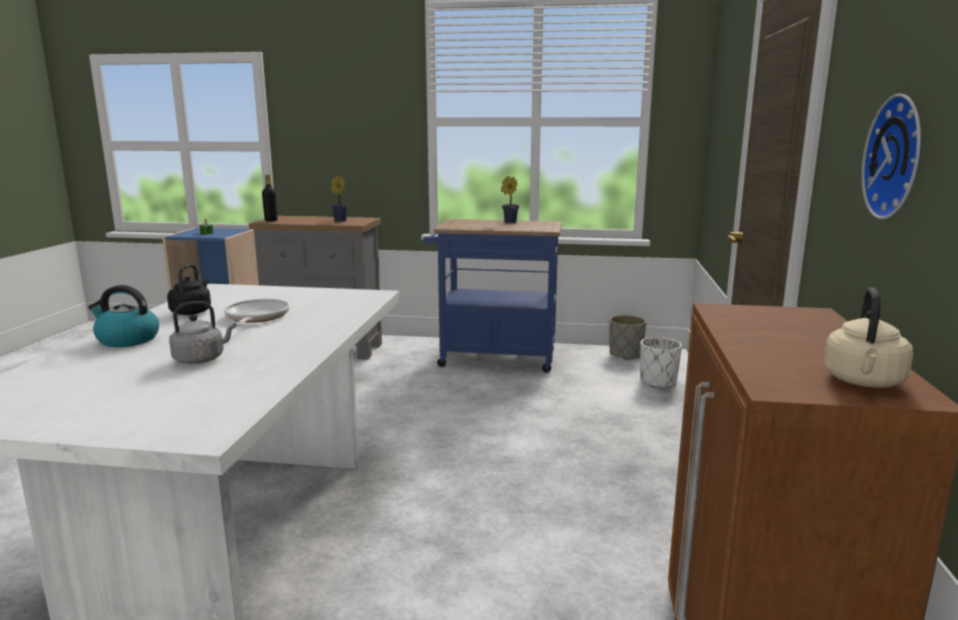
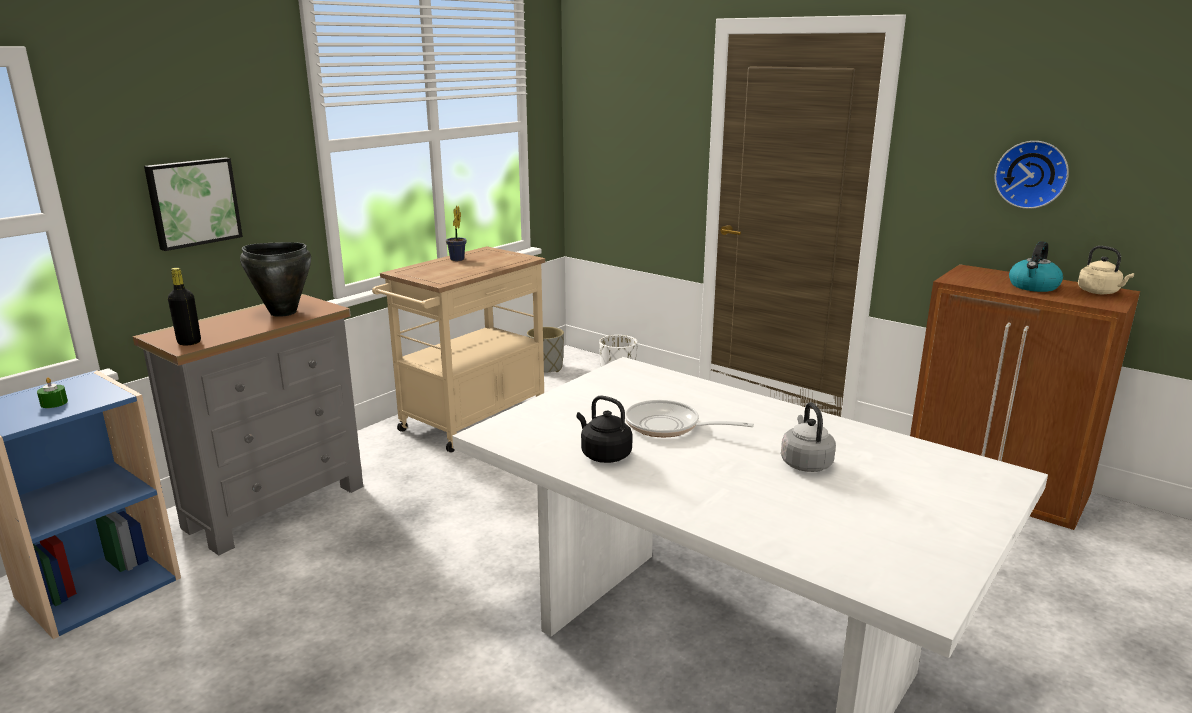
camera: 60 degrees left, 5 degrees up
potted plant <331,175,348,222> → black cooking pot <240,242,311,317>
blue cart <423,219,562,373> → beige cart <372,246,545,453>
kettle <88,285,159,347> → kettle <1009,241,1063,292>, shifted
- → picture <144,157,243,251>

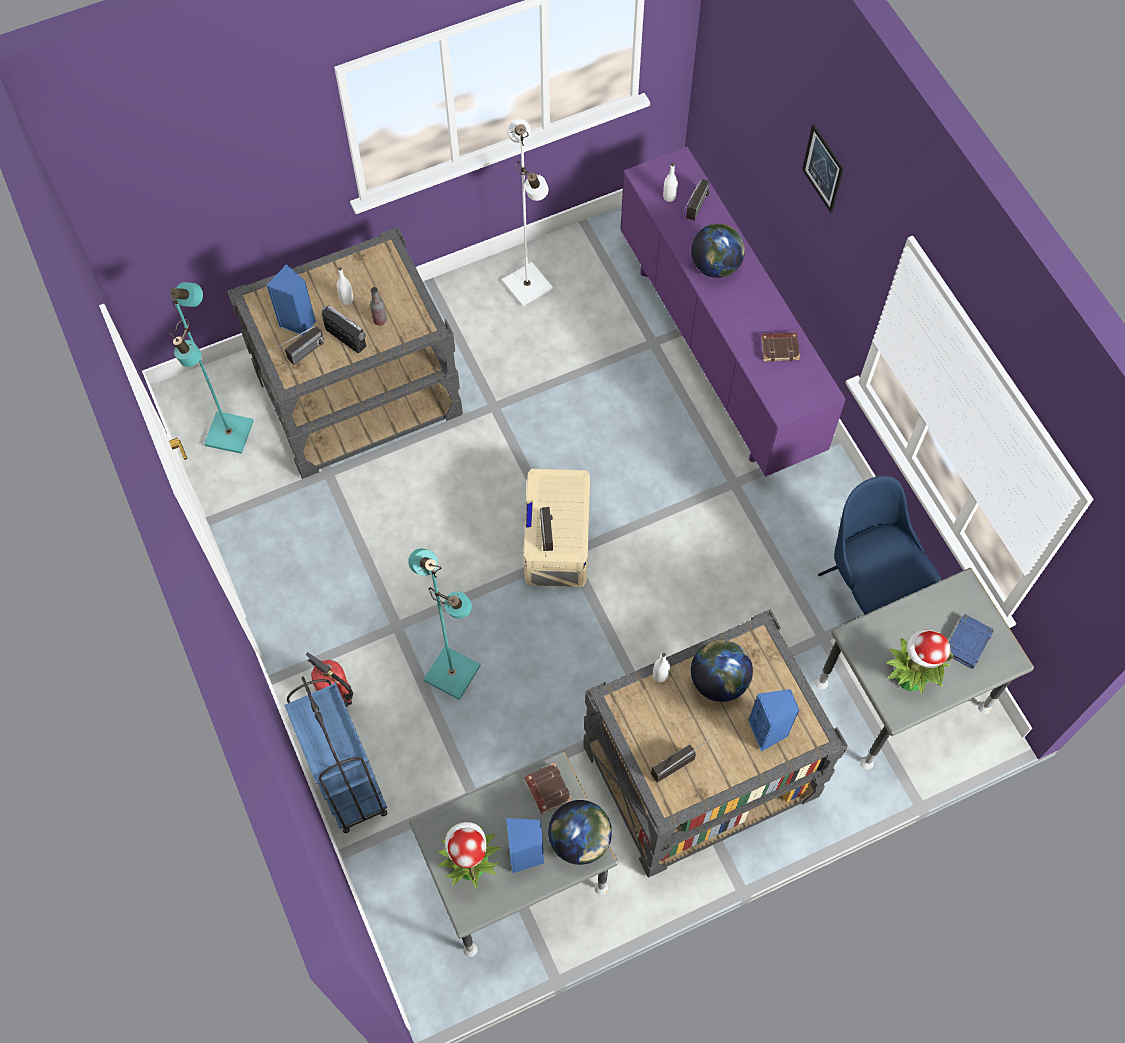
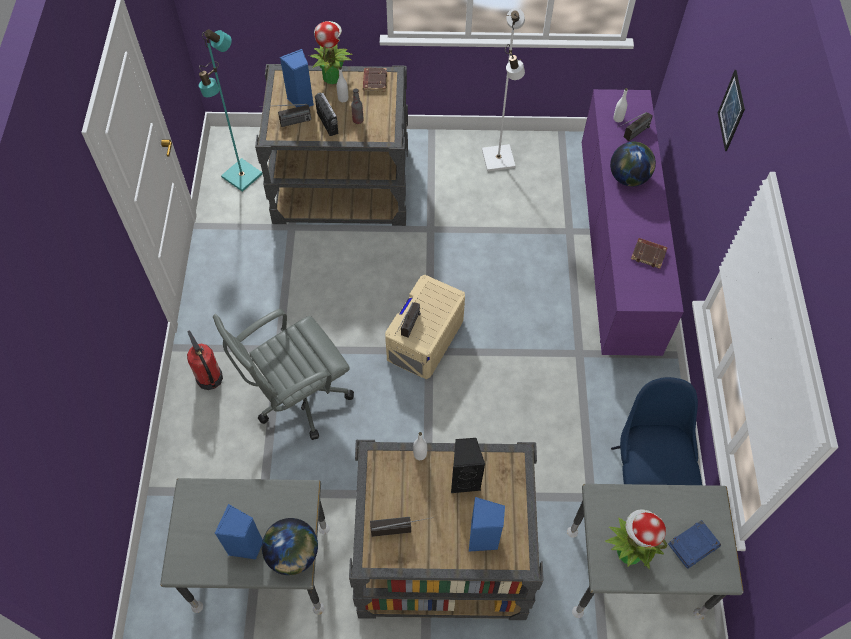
camera: 25 degrees right, 5 degrees down
turquoise floor lamp <408,548,481,700> → grey office chair <213,309,354,440>
globe <691,640,753,702> → black speaker <451,438,485,493>
blue cart <284,677,387,833> → -
brown book <524,763,572,814> → brown book <363,68,387,91>, shifted
potted plant <438,822,501,889> → potted plant <310,21,353,84>, shifted

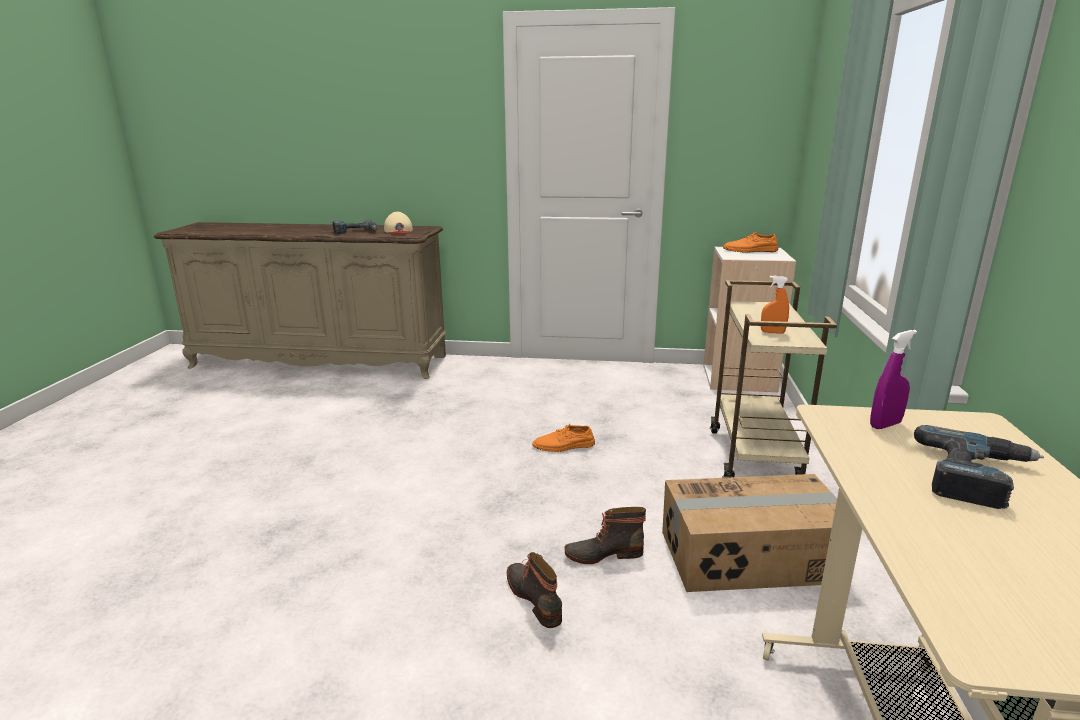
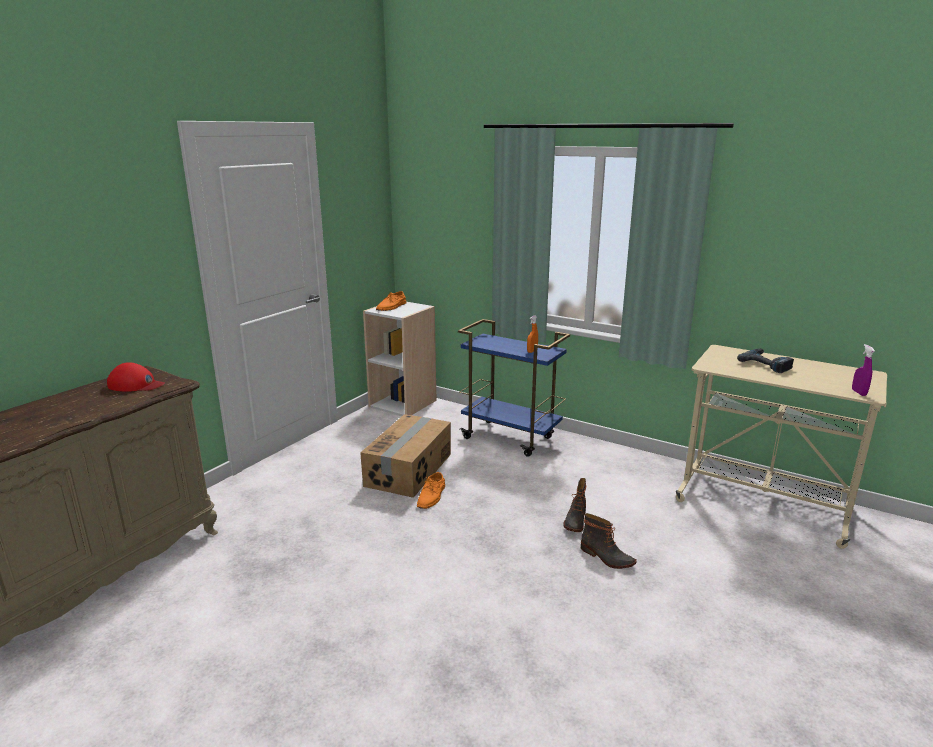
camera: 65 degrees left, 0 degrees up
beige cap <384,212,413,234> → red cap <107,362,165,392>
power drill <333,220,377,234> → -
beige cart <709,280,837,478> → blue cart <458,319,570,457>
purple spray bottle <870,330,917,429> → purple spray bottle <852,344,875,396>, shifted
cardboard box <662,474,837,592> → cardboard box <360,414,451,498>, shifted
boot <507,552,562,628> → boot <581,513,637,569>, 135 degrees counterclockwise

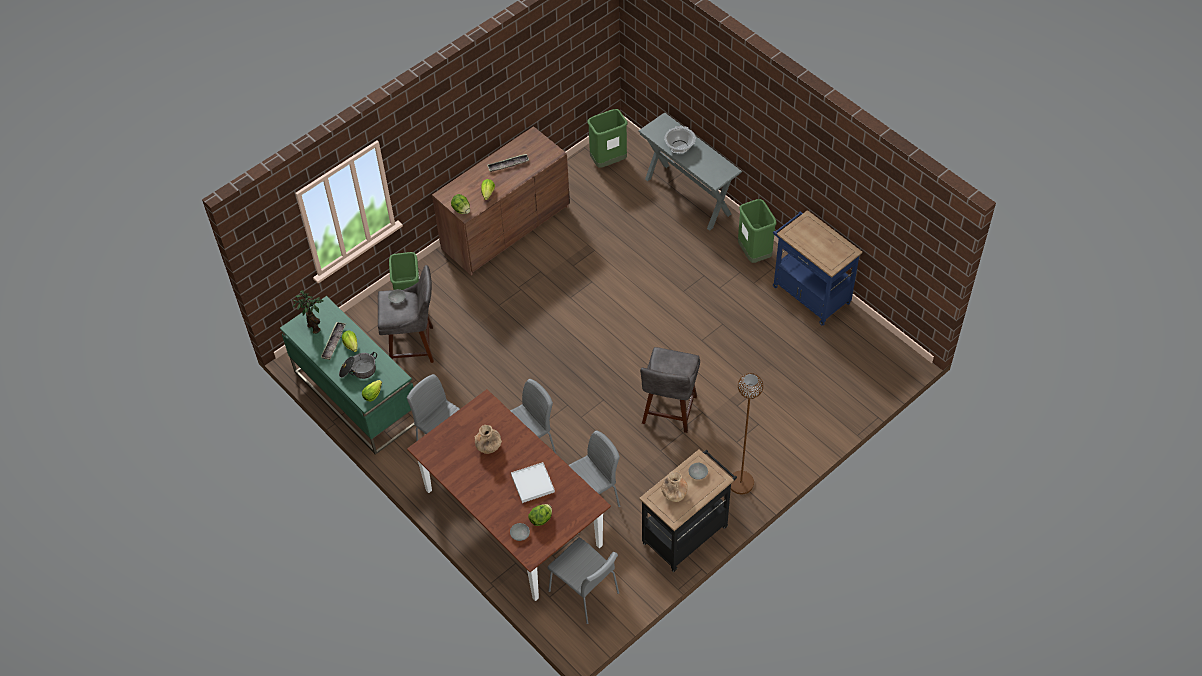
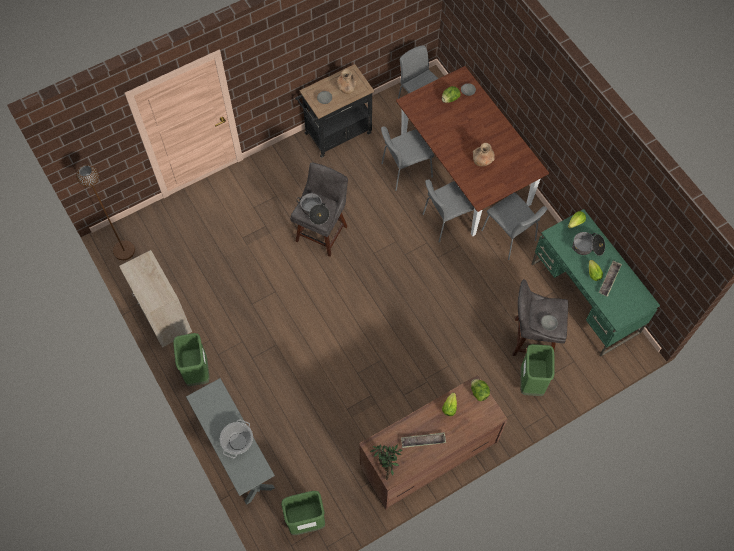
camera: 170 degrees left, 10 degrees up
blue cart <773,210,863,326> → beige cabinet <119,250,192,348>
potted plant <292,290,323,334> → potted plant <370,444,402,480>, shifted
brown floor lamp <730,373,763,494> → brown floor lamp <76,165,135,260>, shifted
white tray <511,462,555,503> → -
- → cooking pot <297,193,329,225>

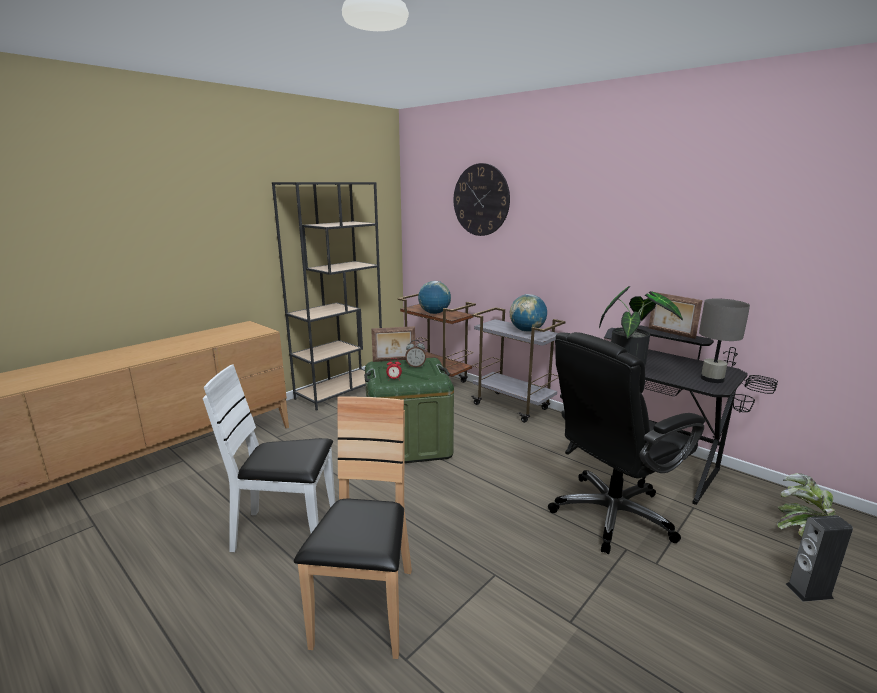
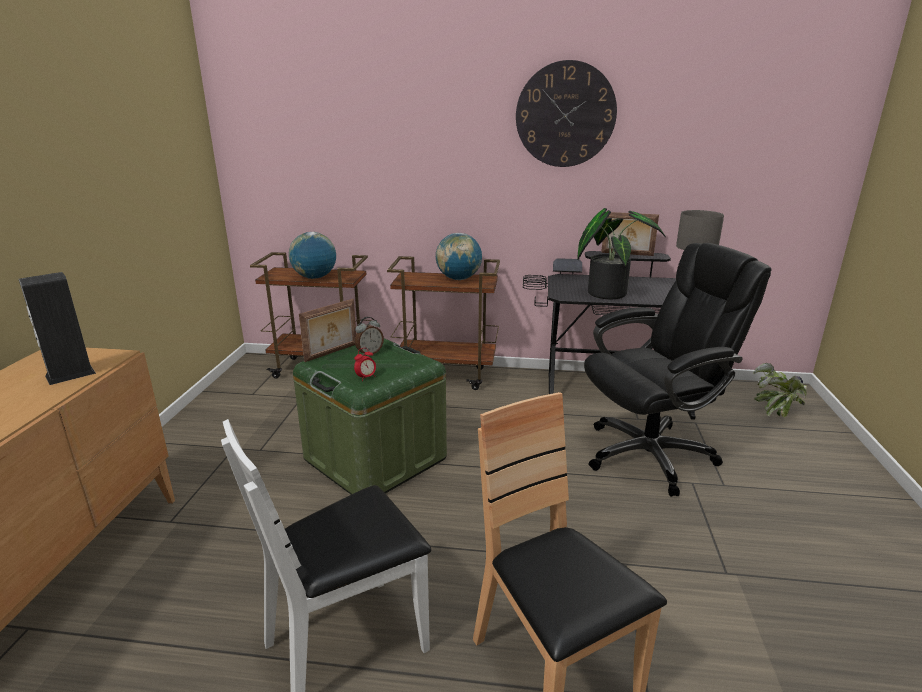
camera: 35 degrees left, 5 degrees up
wall clock <454,163,510,236> → wall clock <516,60,617,167>, shifted
bookcase <272,182,382,411> → -
grey cart <471,307,566,423> → brown cart <387,256,500,390>
black office chair <548,332,706,554> → black office chair <584,243,771,497>, 135 degrees counterclockwise
speaker <786,515,853,602> → speaker <19,272,96,385>, shifted

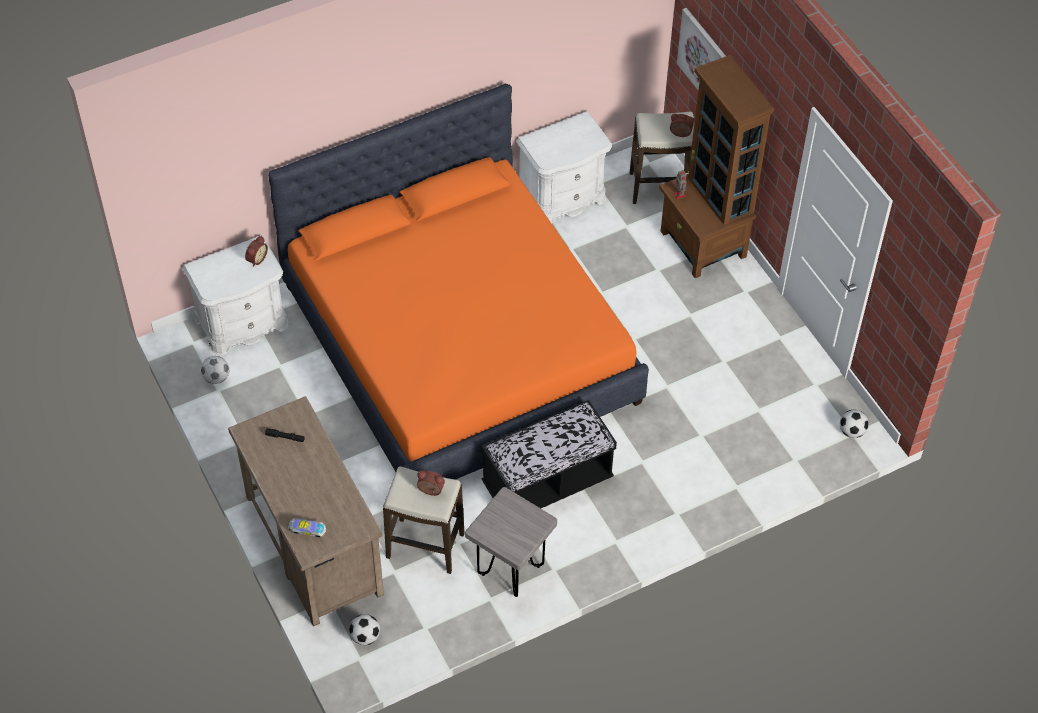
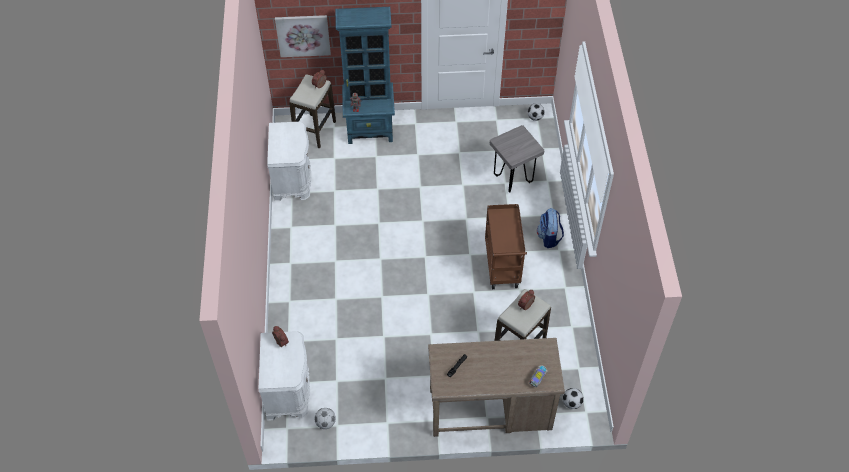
camera: 65 degrees left, 0 degrees up
brown cabinet <659,55,774,278> → blue cabinet <335,7,395,144>
orange bed <268,84,649,480> → -
black bench <481,400,617,508> → brown cart <485,204,527,289>
grey stool <465,487,557,597> → grey stool <490,125,544,193>, shifted
- → backpack <537,208,564,248>

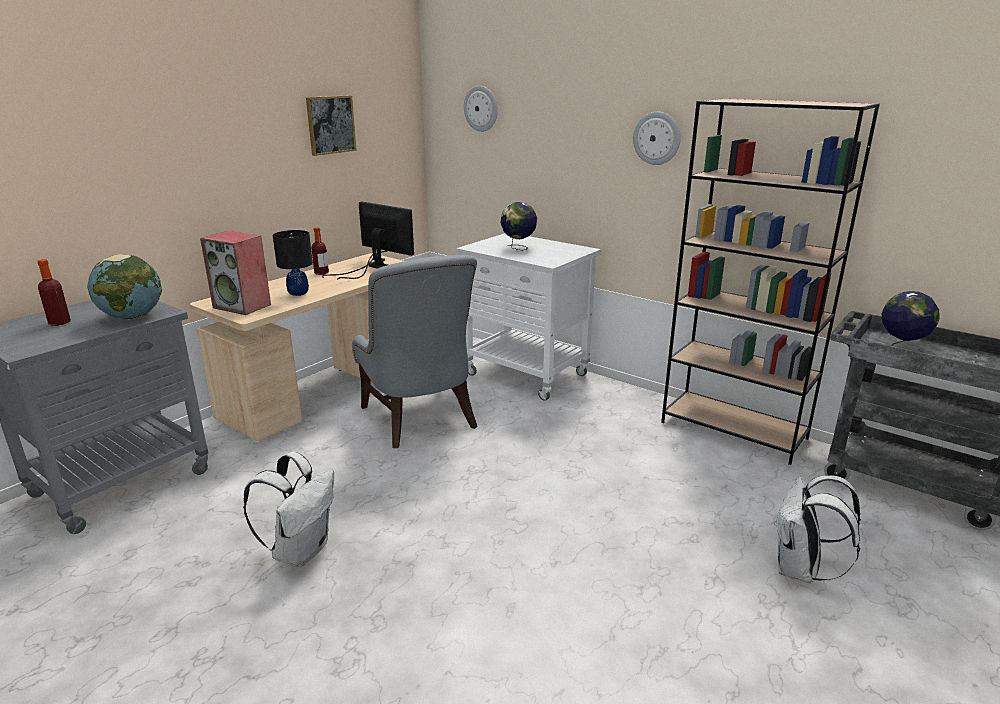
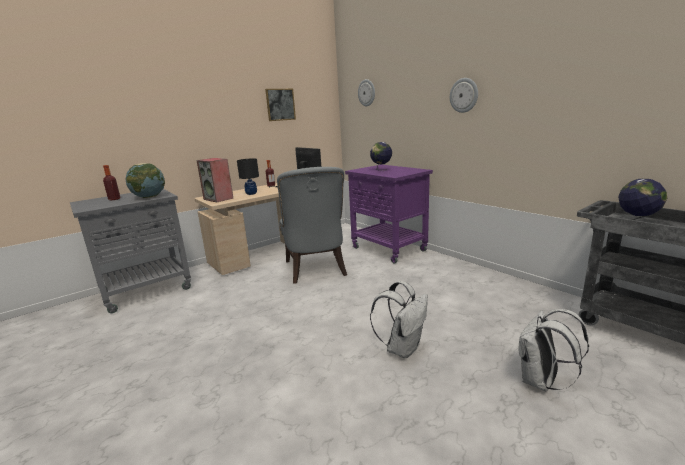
camera: 15 degrees right, 5 degrees down
beige bookcase <661,98,880,465> → -
white cart <456,233,601,401> → purple cart <345,165,433,264>
white backpack <243,452,334,567> → white backpack <370,281,428,359>, shifted

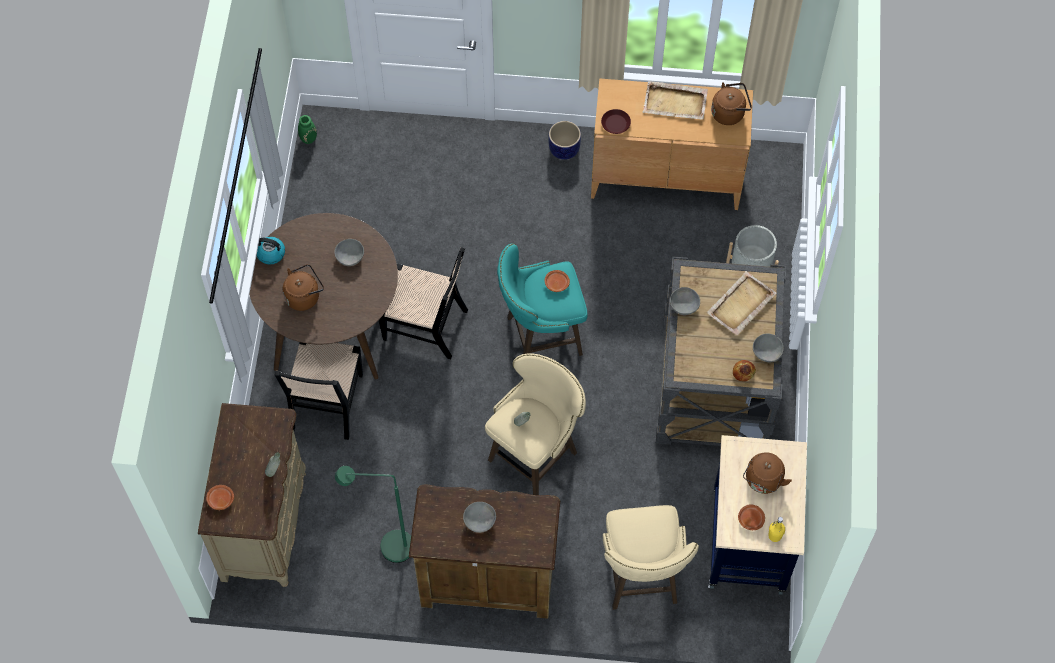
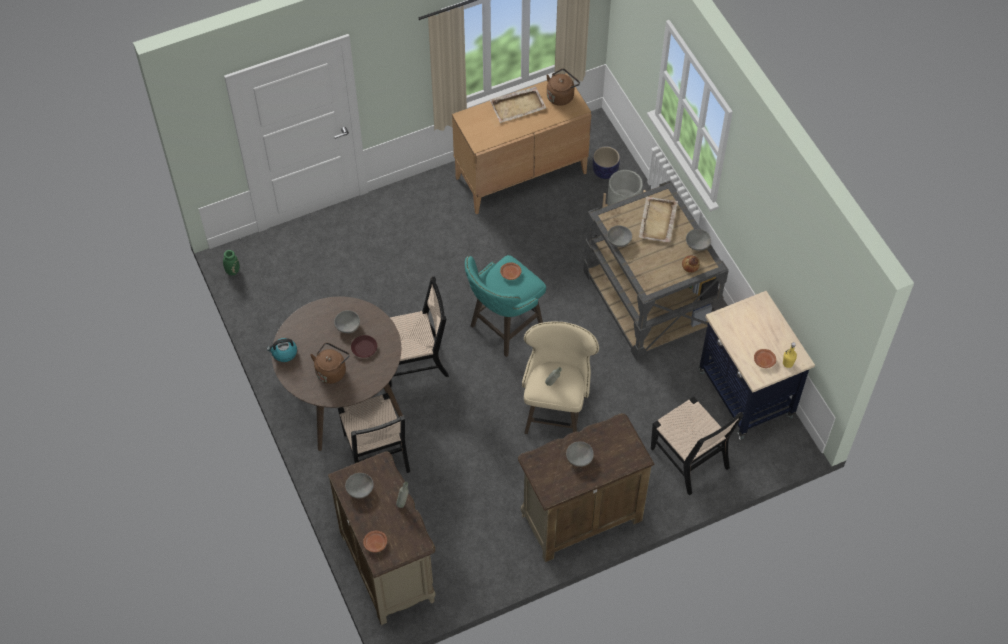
camera: 30 degrees left, 5 degrees down
brown plate <601,109,631,134> → brown plate <351,335,377,358>, shifted
planter <548,121,581,160> → planter <593,146,620,179>, shifted
brown kettle <743,452,792,494> → -
green floor lamp <335,466,411,563> → -
beige stool <603,505,699,610> → chair <651,397,744,495>
- → grey bowl <345,473,374,498>

